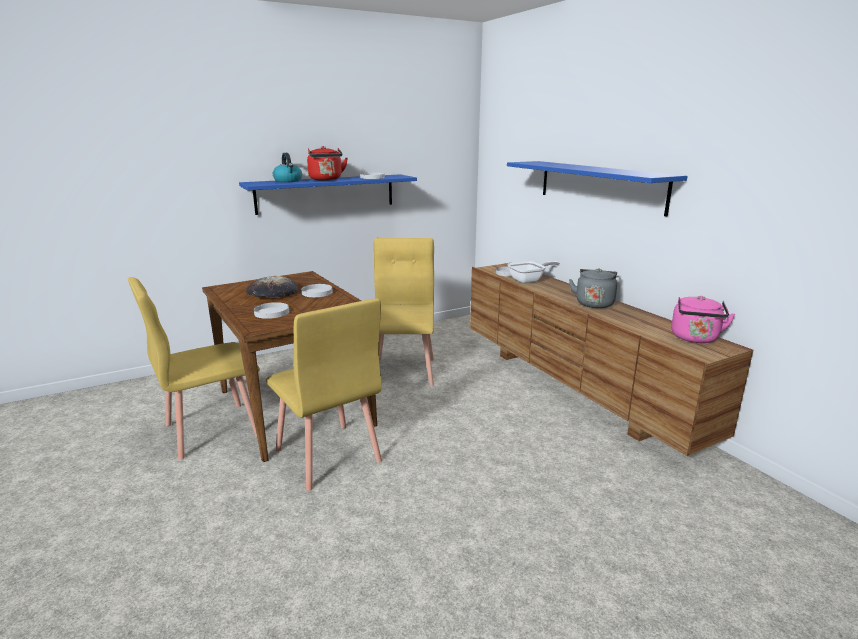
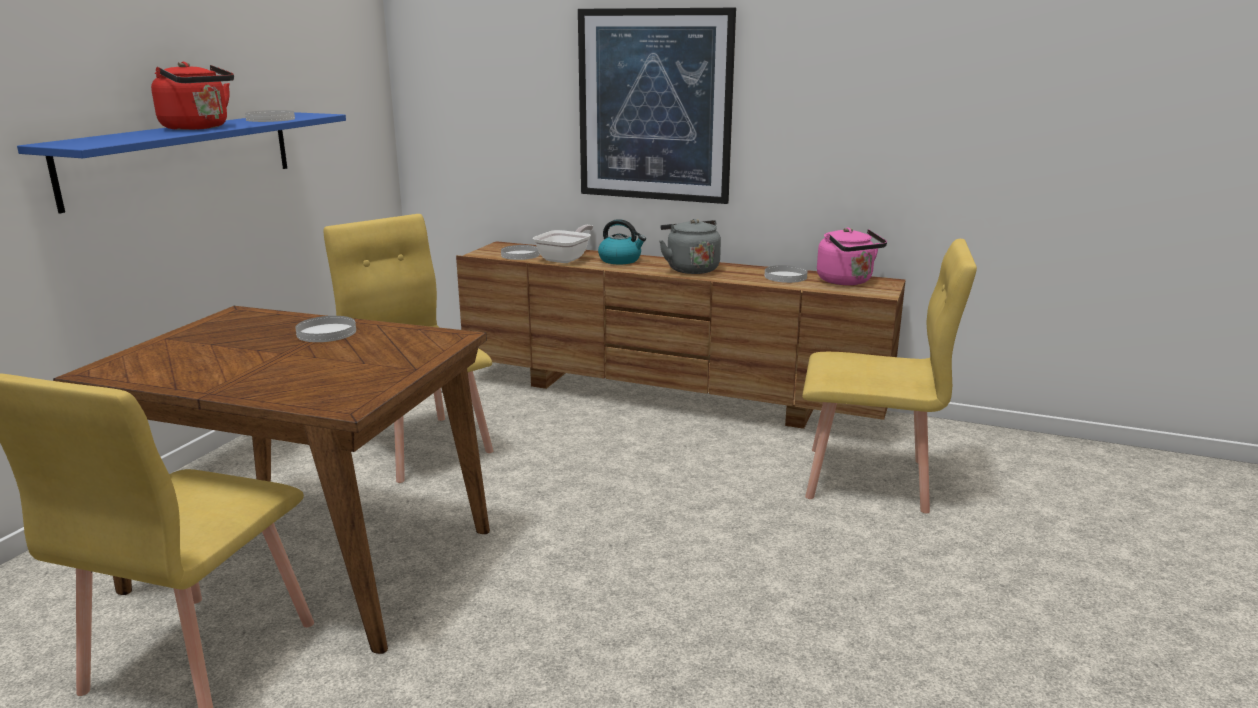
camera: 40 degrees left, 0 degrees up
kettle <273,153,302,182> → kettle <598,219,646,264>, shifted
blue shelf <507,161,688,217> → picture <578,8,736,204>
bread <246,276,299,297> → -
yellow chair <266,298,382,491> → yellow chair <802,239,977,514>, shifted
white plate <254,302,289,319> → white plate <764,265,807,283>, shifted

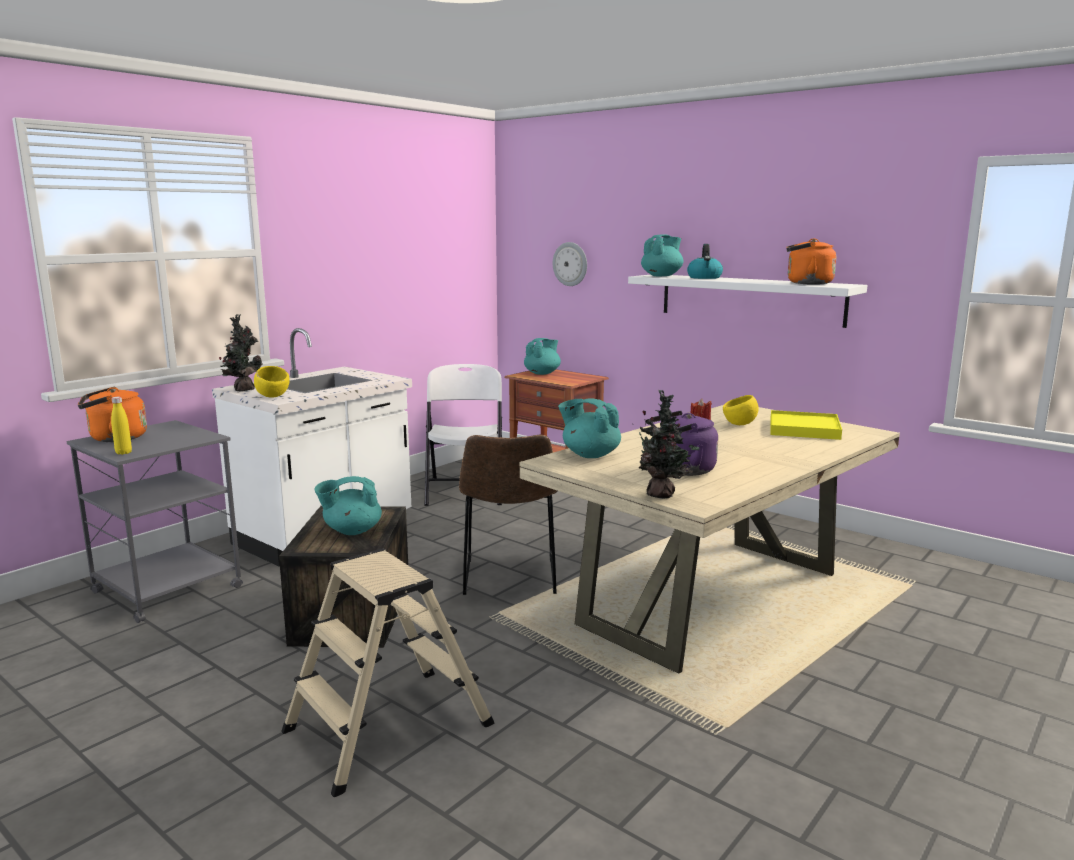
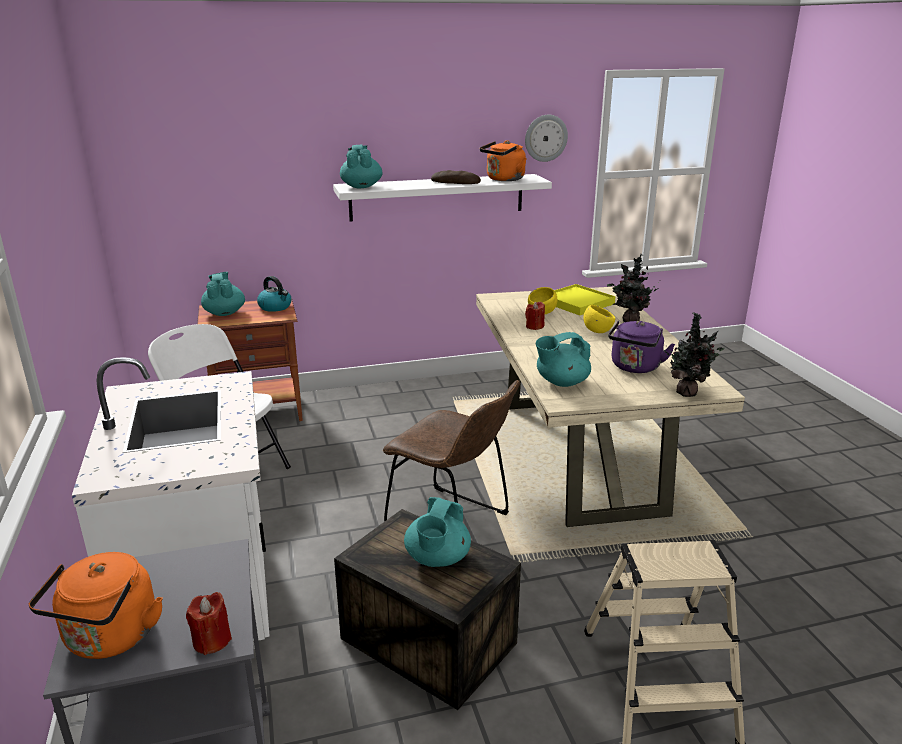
camera: 55 degrees left, 10 degrees up
wall clock <553,242,587,286> → wall clock <525,114,568,162>, shifted
kettle <687,244,723,279> → kettle <257,276,291,312>, shifted
potted plant <219,314,262,391> → potted plant <607,254,659,322>, shifted
yellow bowl <254,366,290,398> → yellow bowl <583,305,615,333>, shifted
yellow bottle <111,397,132,455> → red candle <186,592,232,655>
- → bread <431,170,481,184>

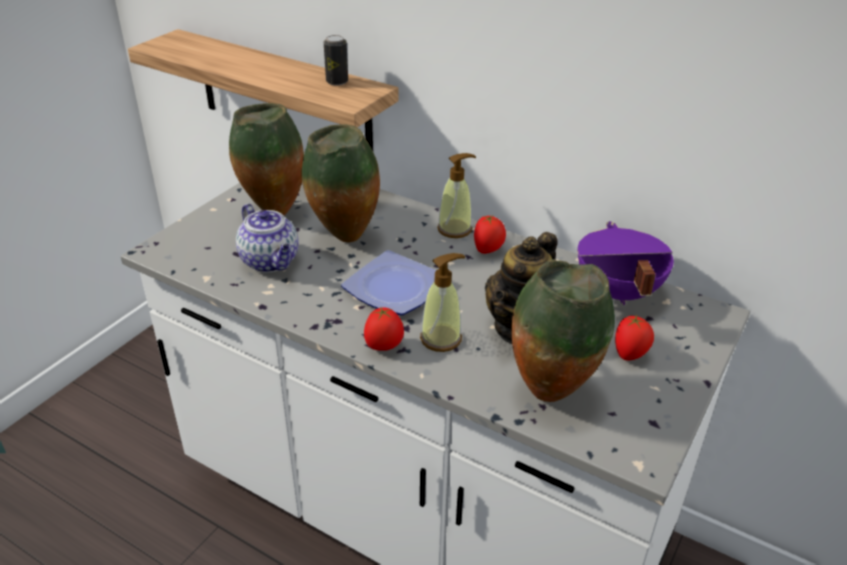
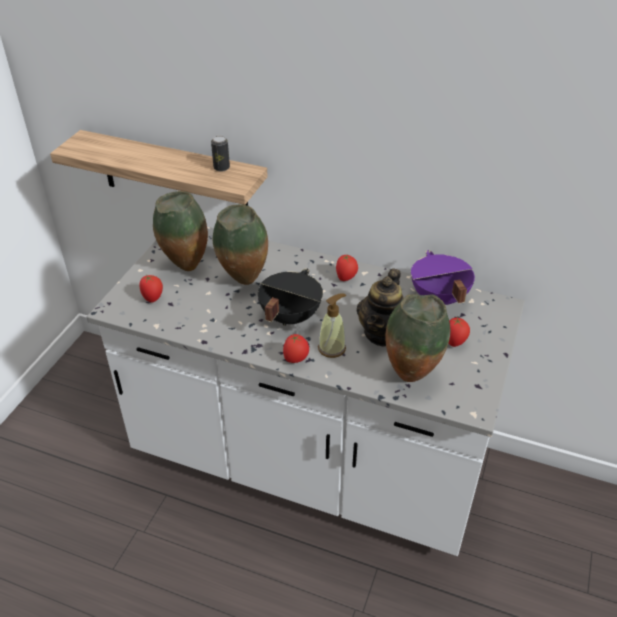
camera: 10 degrees left, 5 degrees up
soap dispenser <437,153,476,238> → -
teapot <236,203,299,272> → -
plate <341,250,436,315> → black cooking pot <258,268,323,326>
- → tomato <140,275,163,303>

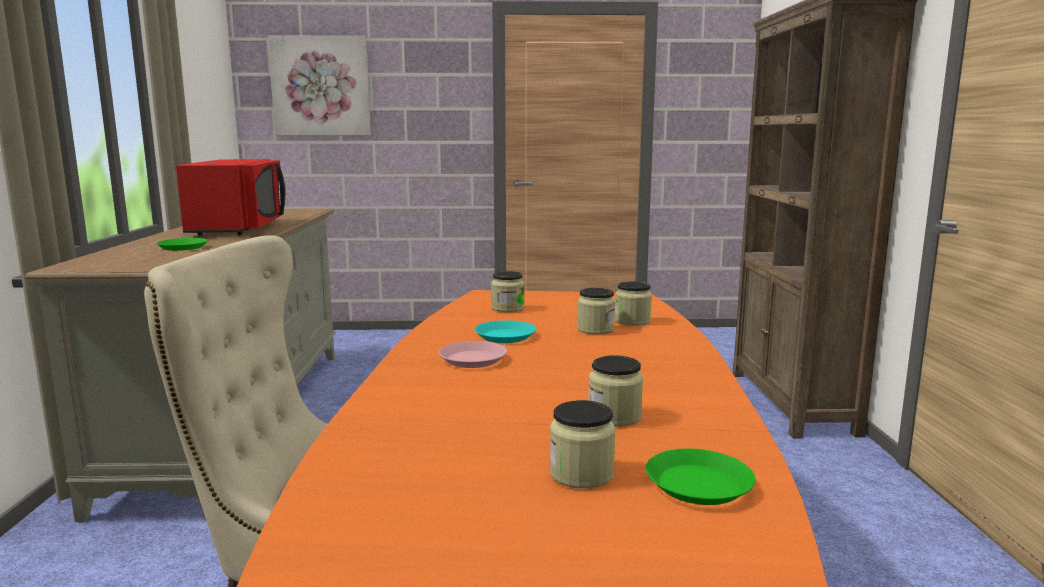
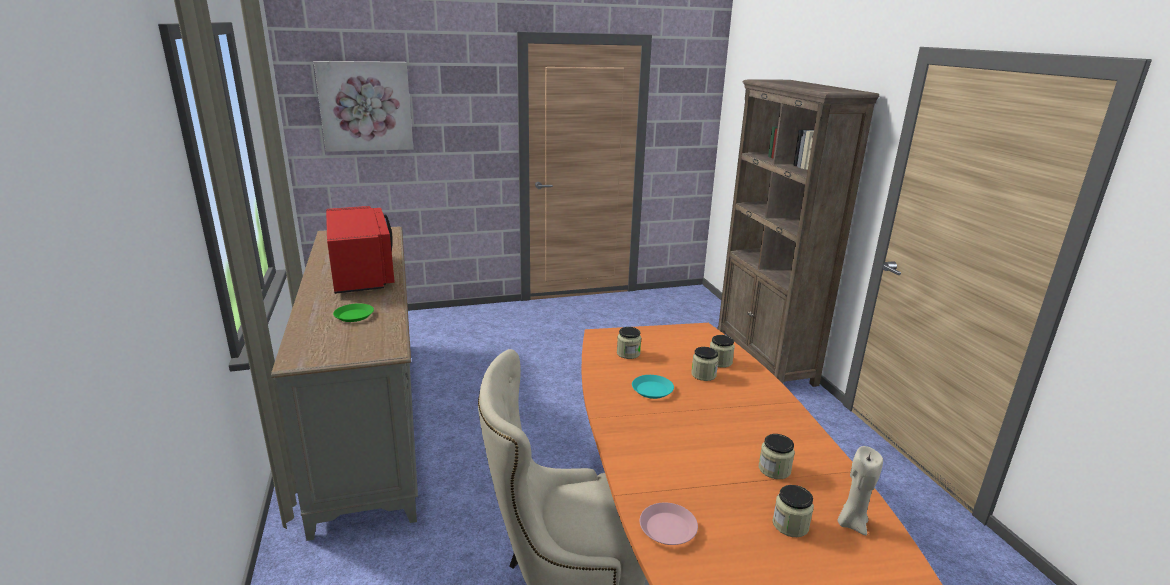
camera: 15 degrees left, 10 degrees up
pink plate <438,341,507,368> → pink plate <640,502,698,545>, shifted
green plate <646,449,756,505> → beige candle <837,446,883,536>

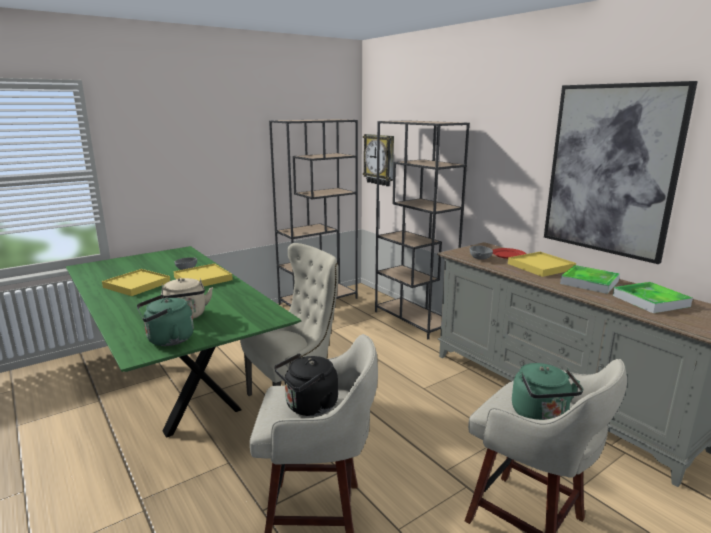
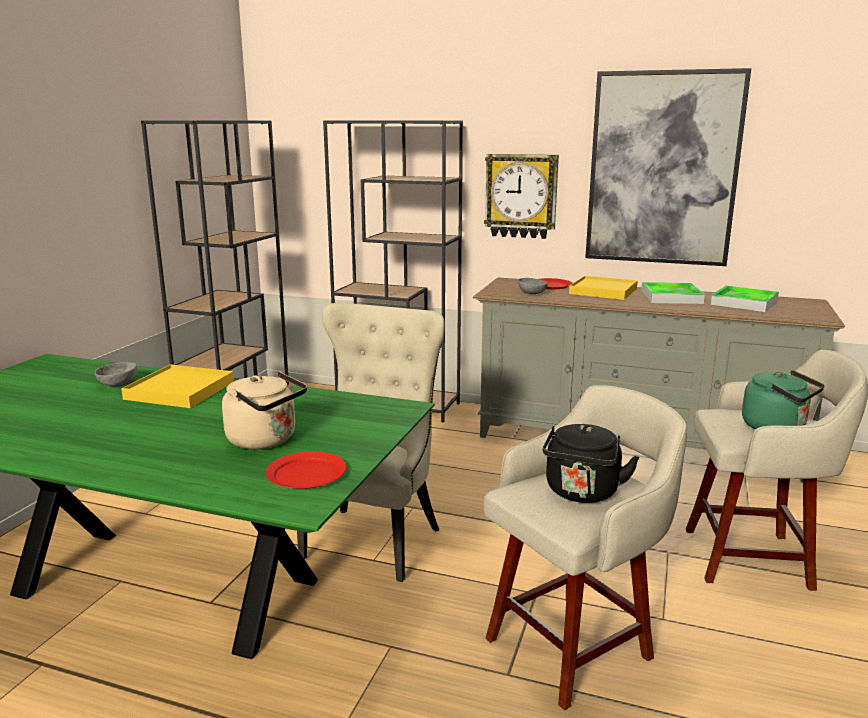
camera: 35 degrees left, 0 degrees up
wall clock <363,134,394,186> → wall clock <484,154,559,239>, shifted
yellow tray <102,269,170,296> → -
green kettle <137,295,194,346> → red plate <265,451,347,489>

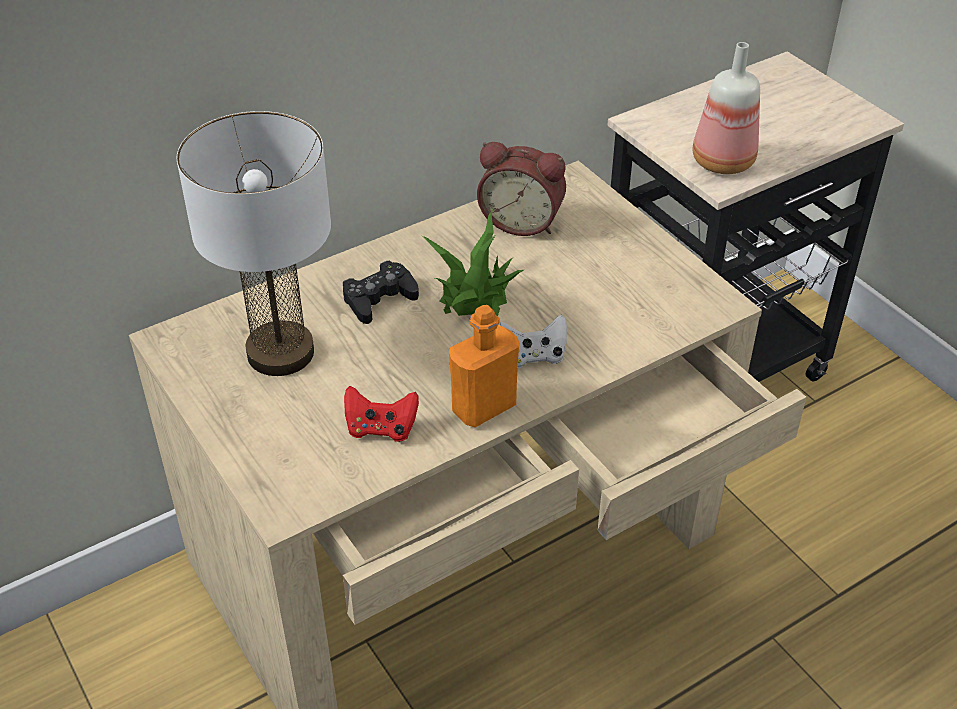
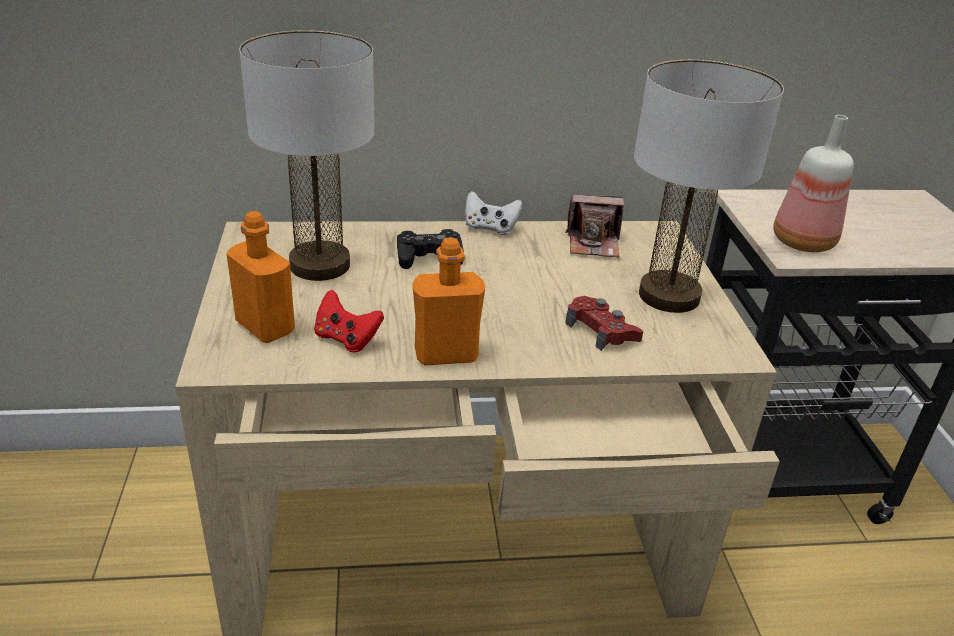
camera: 25 degrees right, 10 degrees down
alarm clock <477,142,566,236> → photo camera <565,194,624,257>
potted plant <421,209,524,316> → -
white game controller <498,315,567,368> → white game controller <465,191,522,235>, shifted
- → table lamp <634,60,784,313>
- → orange bottle <226,211,295,343>
- → red game controller <565,296,643,351>

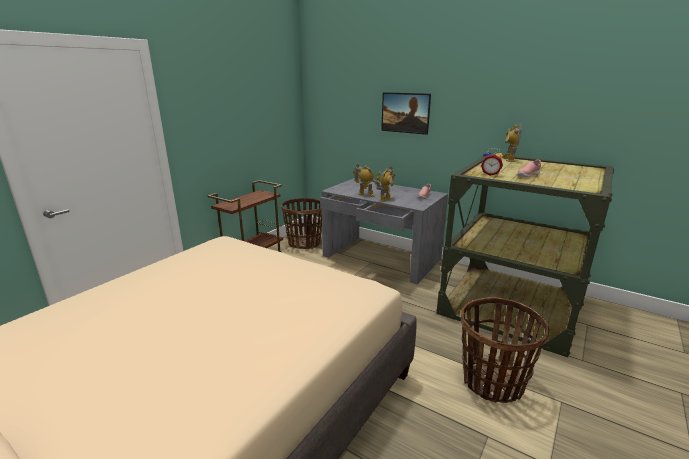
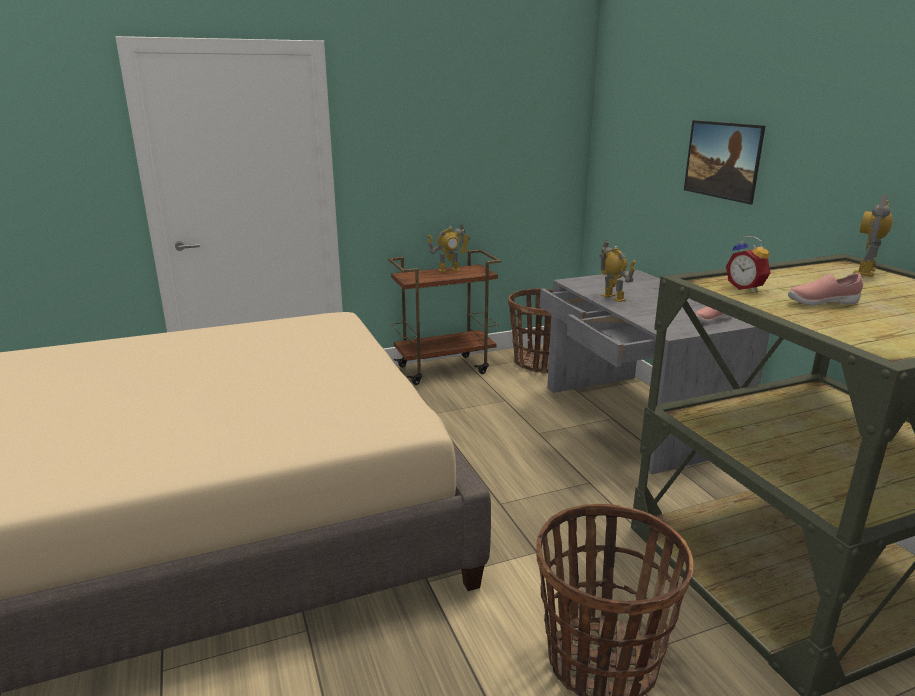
camera: 35 degrees right, 0 degrees up
toy robot <376,165,395,202> → toy robot <427,223,471,272>, shifted

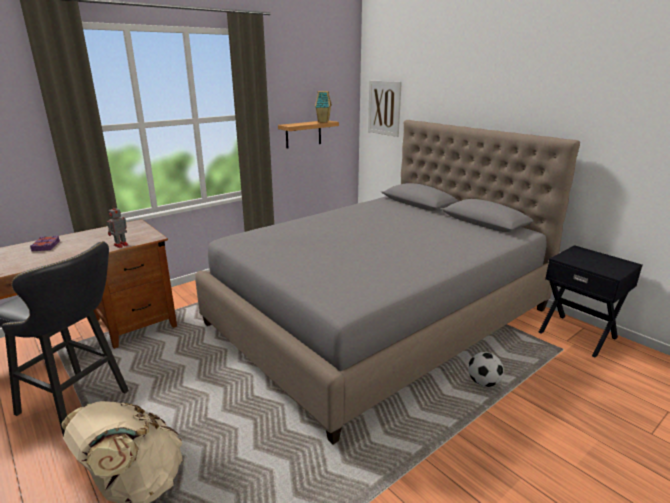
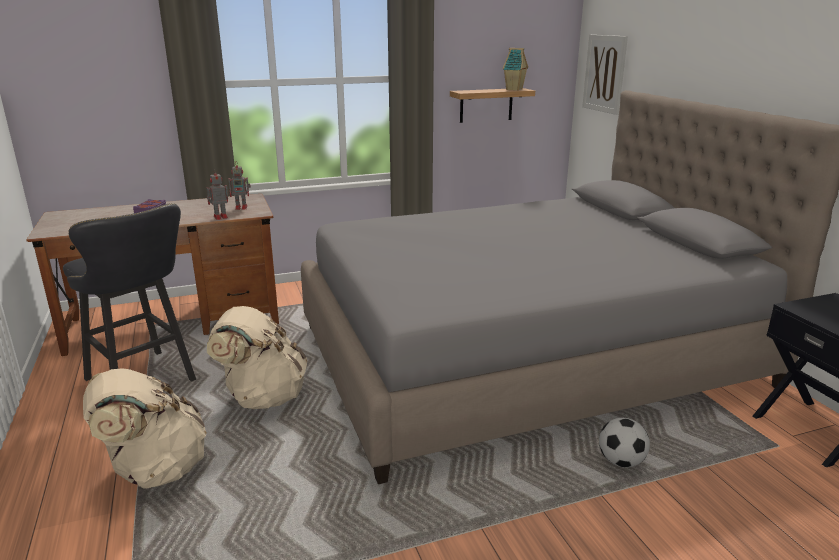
camera: 20 degrees right, 0 degrees up
- → toy robot <228,162,251,210>
- → beige backpack <207,306,307,409>

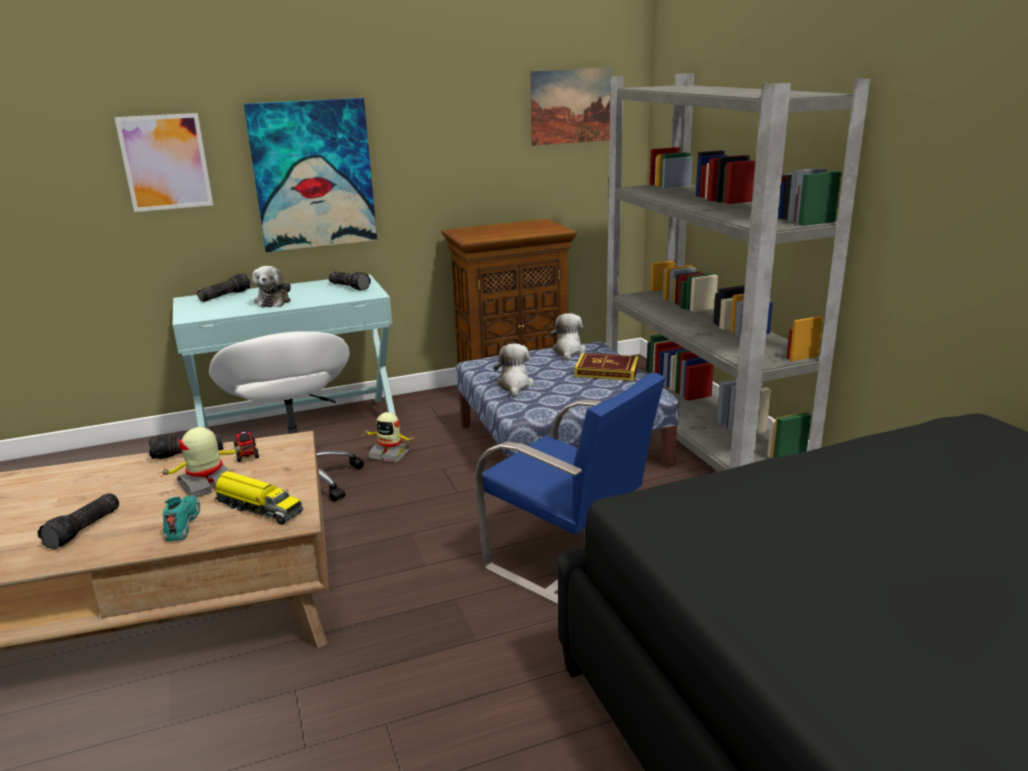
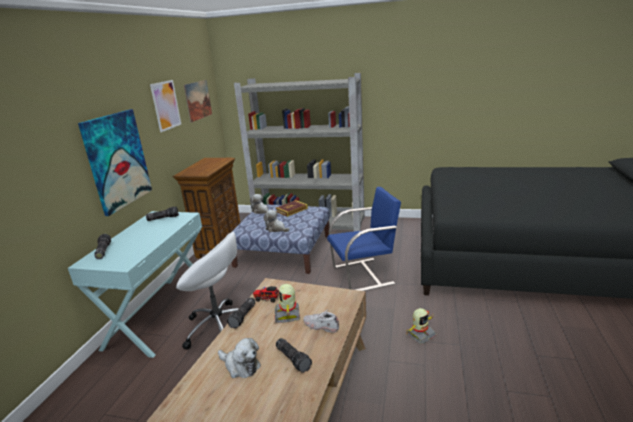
camera: 55 degrees left, 0 degrees up
picture <114,113,213,212> → picture <150,80,181,132>, shifted
plush toy <252,266,291,308> → plush toy <218,338,261,378>, shifted
toy robot <363,412,415,463> → toy robot <406,308,436,344>, shifted
toy truck <215,471,303,525> → -
turquoise shoe <163,495,200,541> → white shoe <303,309,339,333>

